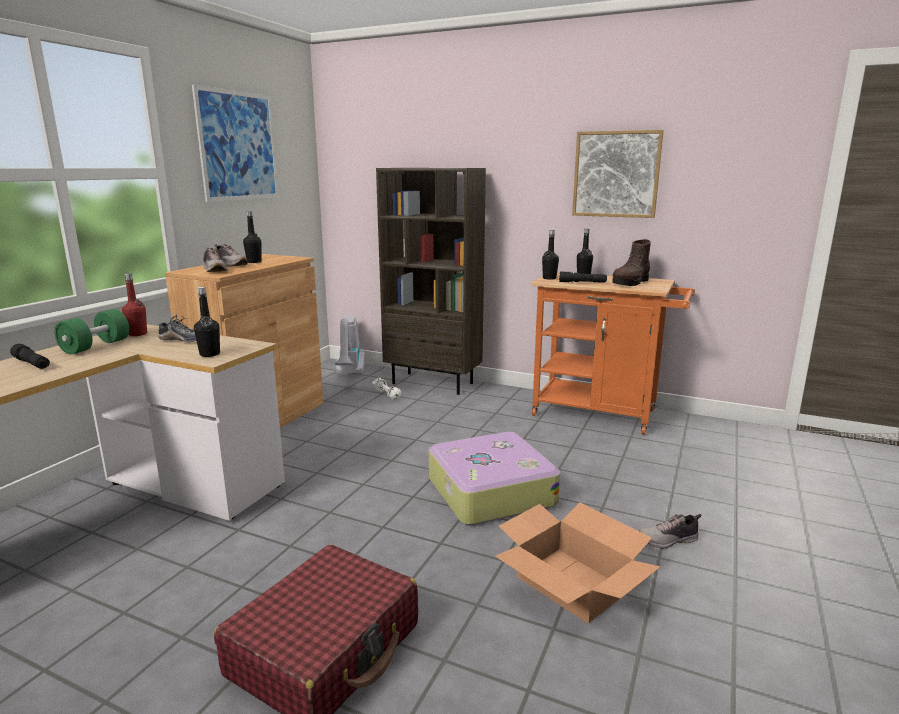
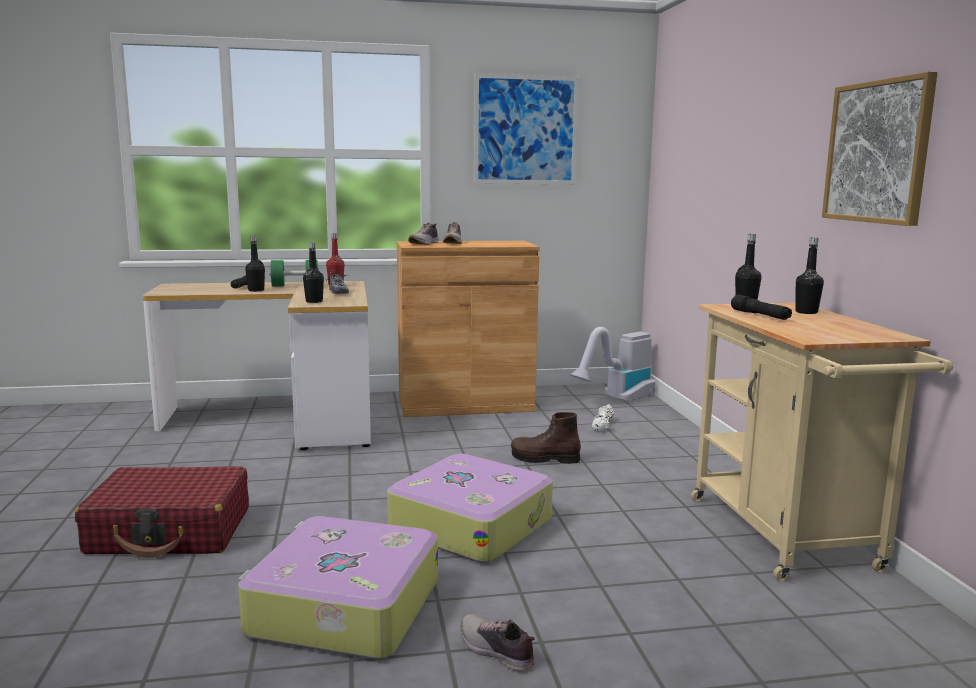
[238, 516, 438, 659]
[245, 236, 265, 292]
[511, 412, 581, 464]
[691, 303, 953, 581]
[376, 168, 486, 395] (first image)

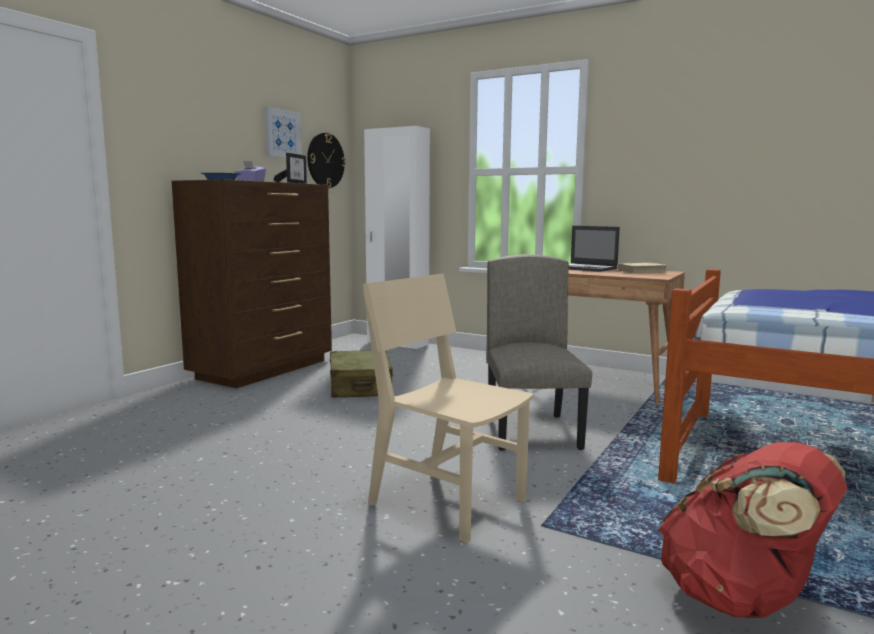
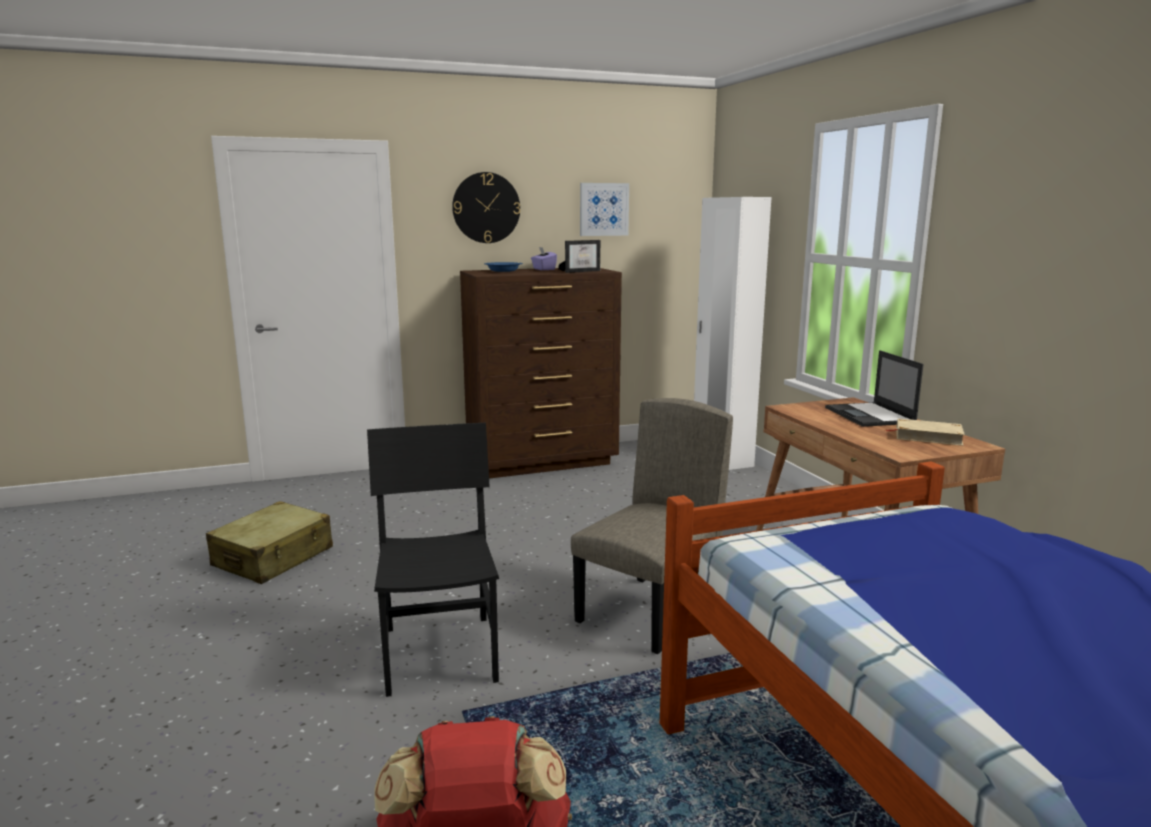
[206, 501, 333, 584]
[367, 423, 499, 697]
[452, 172, 520, 243]

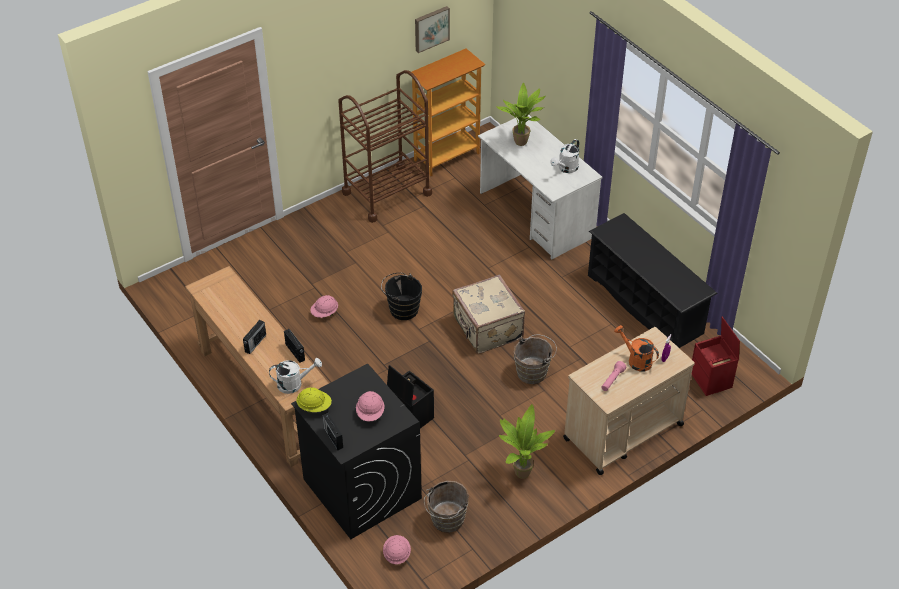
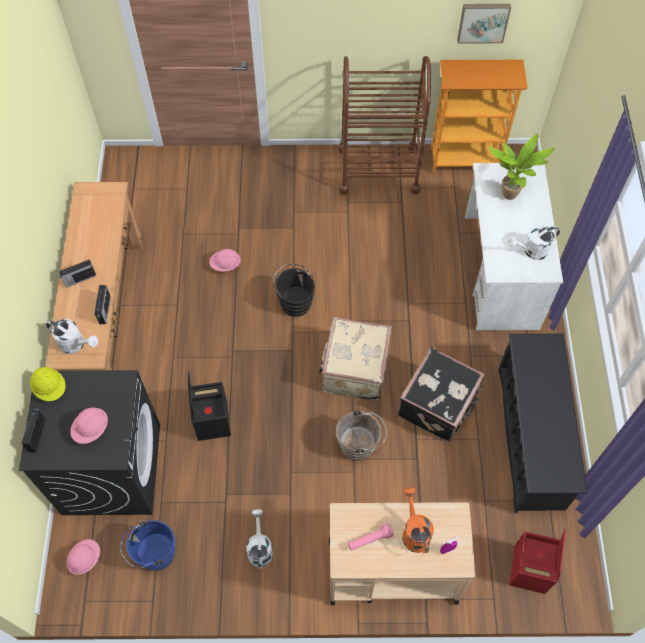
[120, 520, 176, 571]
[246, 509, 273, 569]
[398, 347, 485, 442]

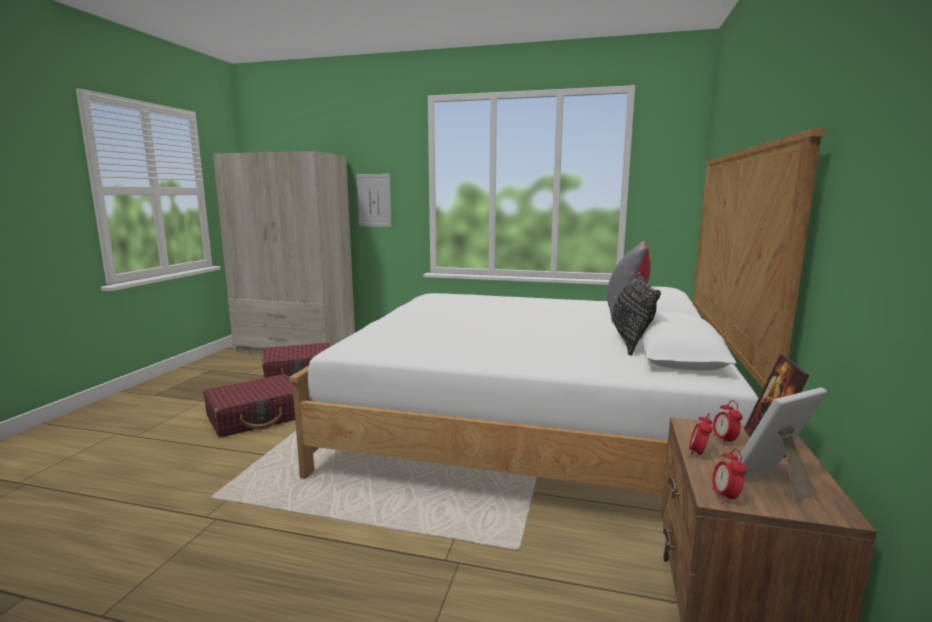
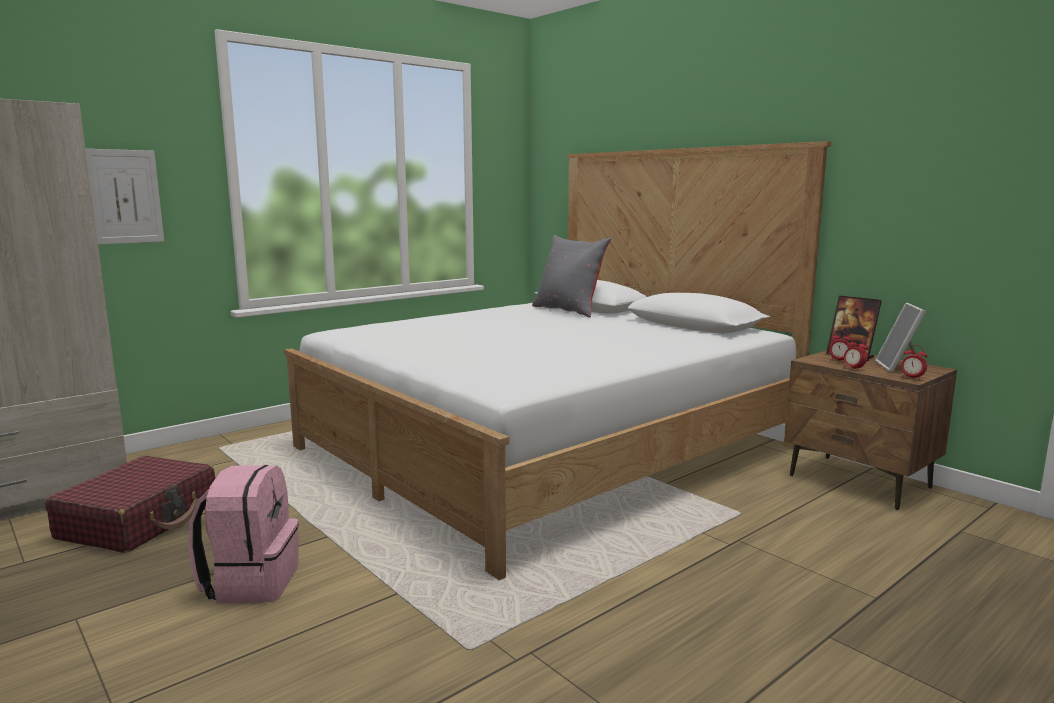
[188, 465, 299, 603]
[612, 272, 661, 356] (first image)

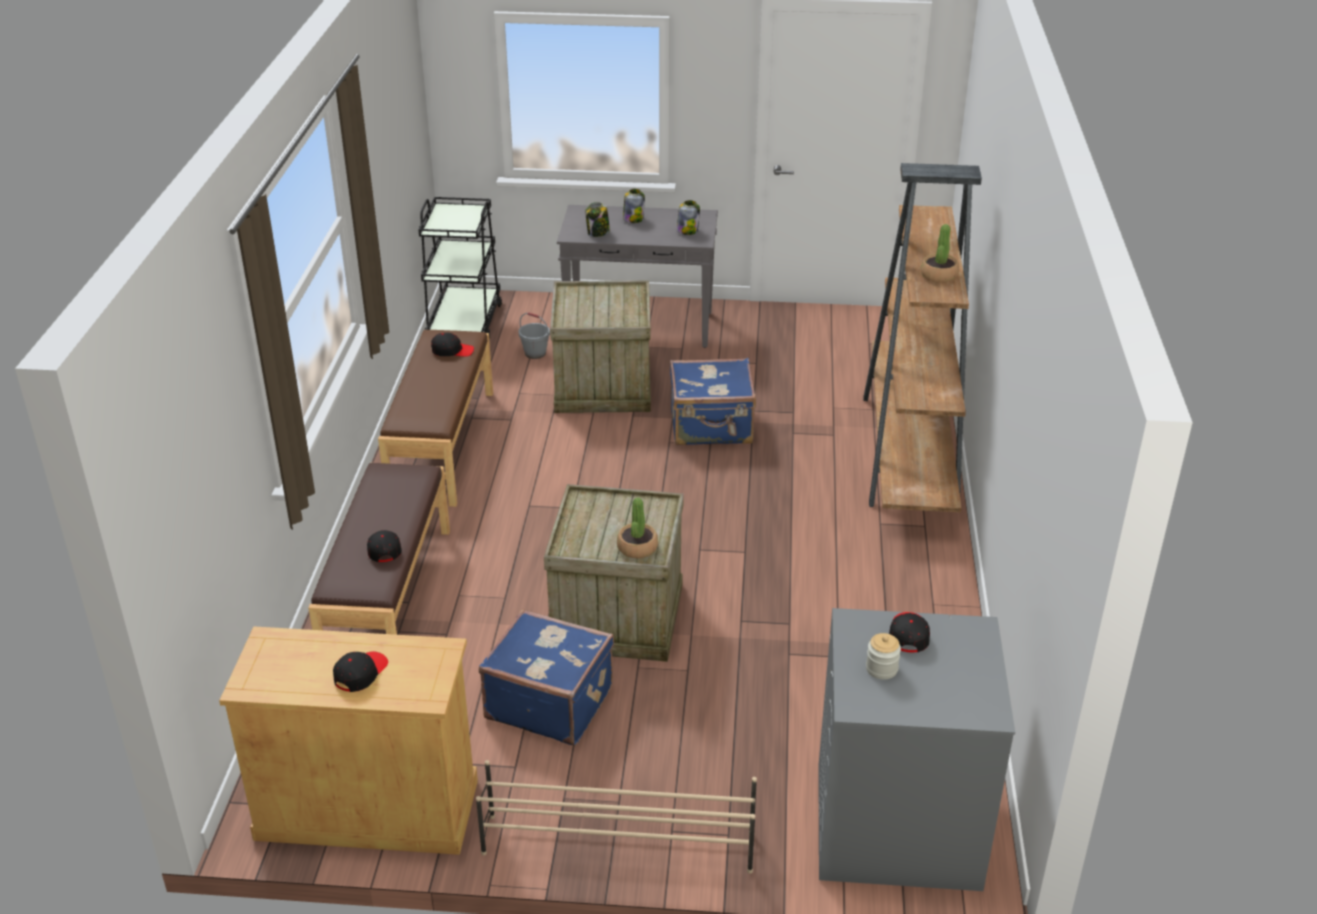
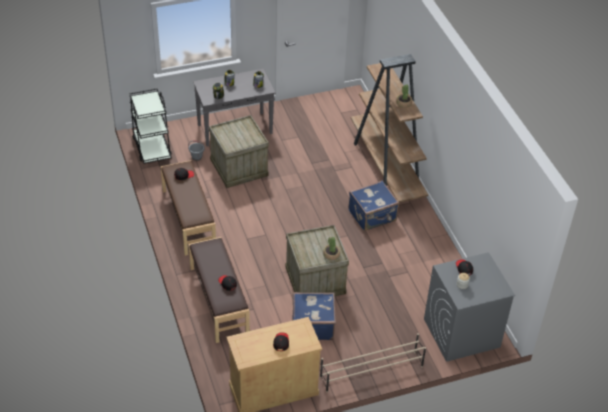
[348, 181, 399, 231]

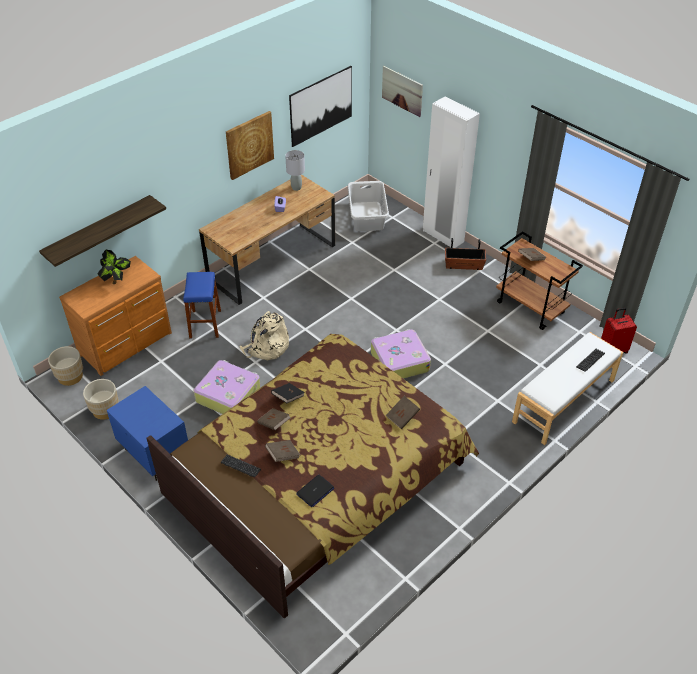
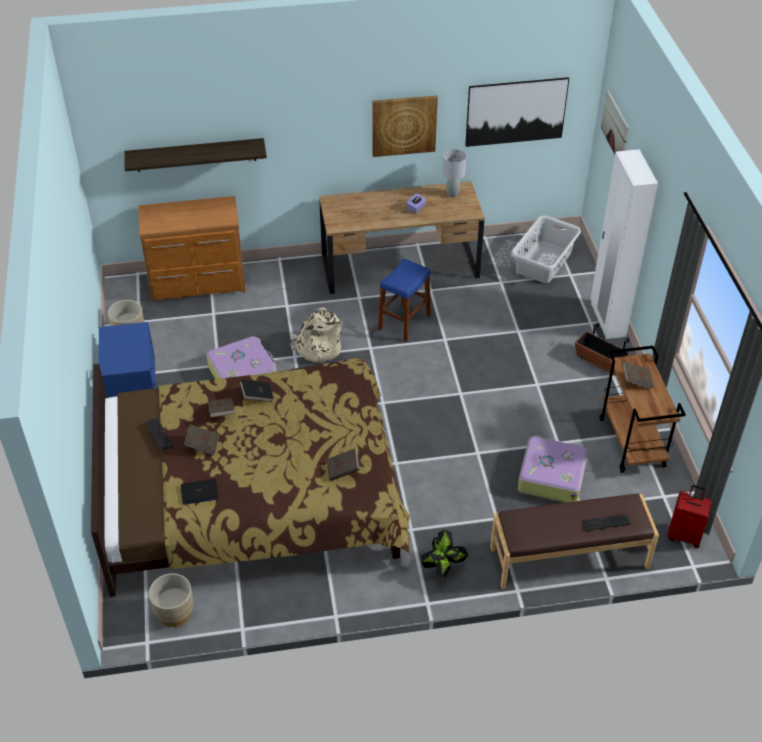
[149, 573, 193, 627]
[378, 258, 431, 342]
[421, 529, 469, 577]
[490, 493, 659, 589]
[518, 436, 588, 503]

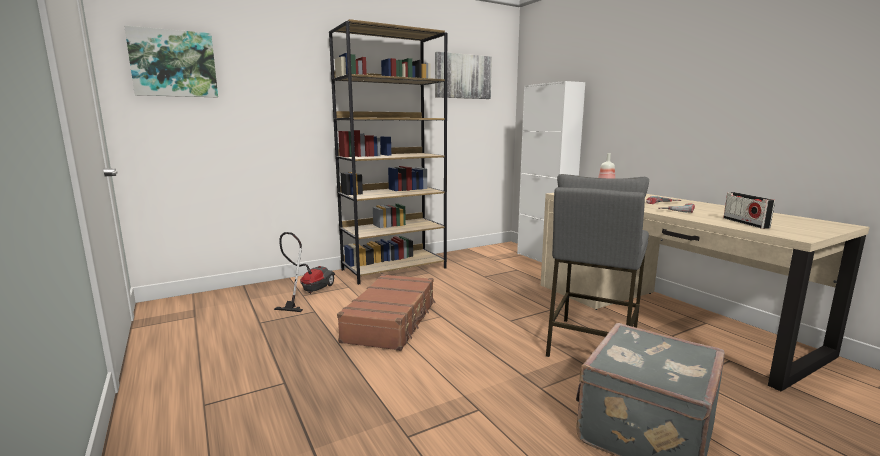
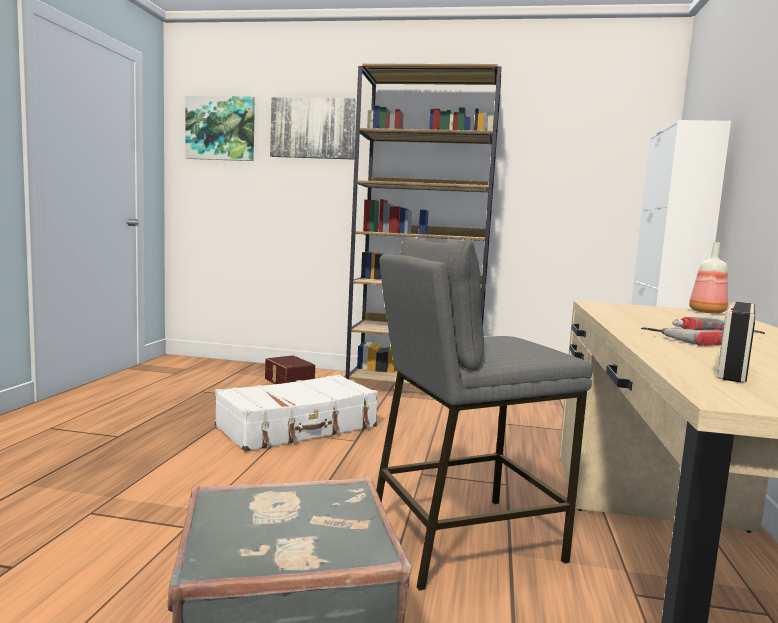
[215, 374, 378, 452]
[265, 355, 315, 384]
[270, 97, 357, 160]

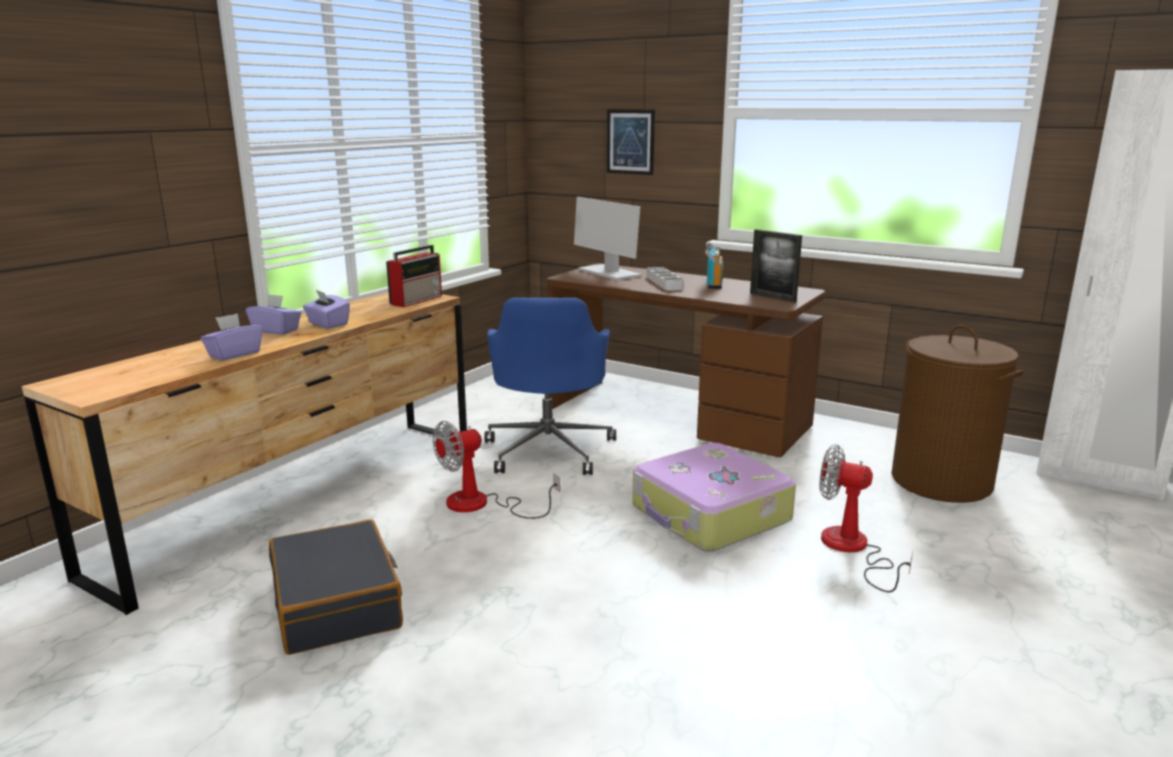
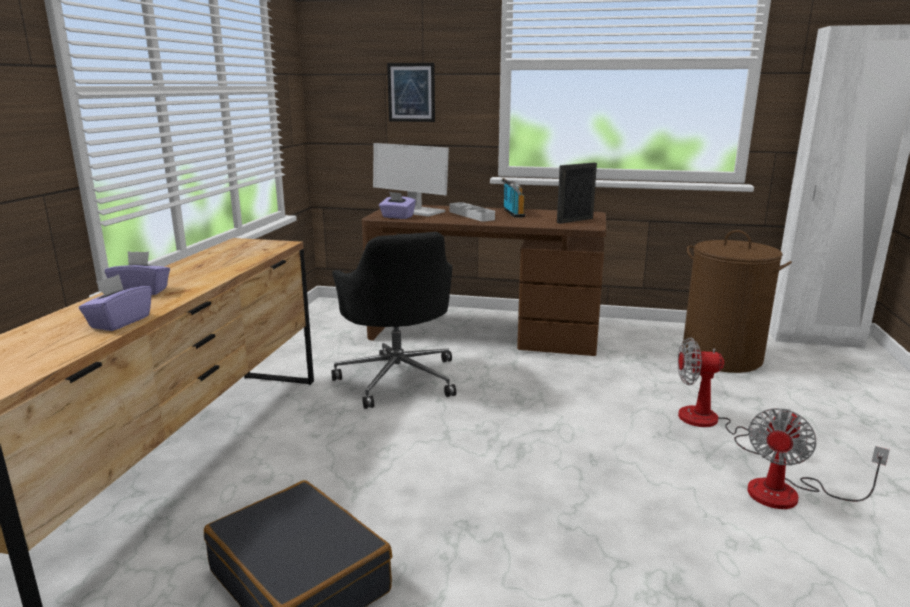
[331, 232, 456, 409]
[379, 192, 416, 219]
[557, 163, 597, 224]
[747, 408, 890, 509]
[386, 245, 442, 307] (first image)
[632, 443, 796, 551] (first image)

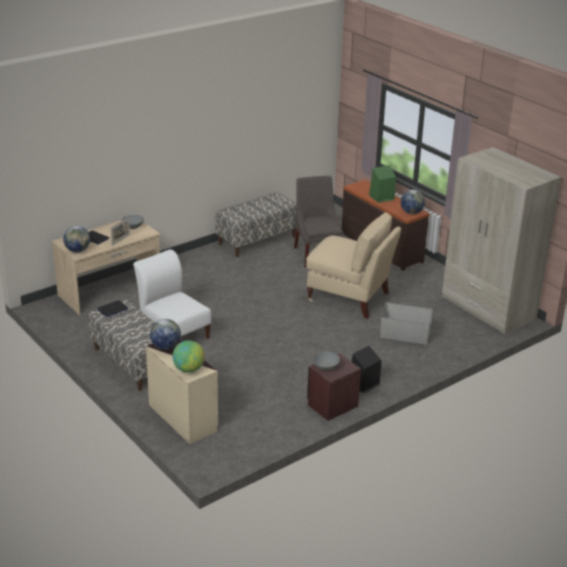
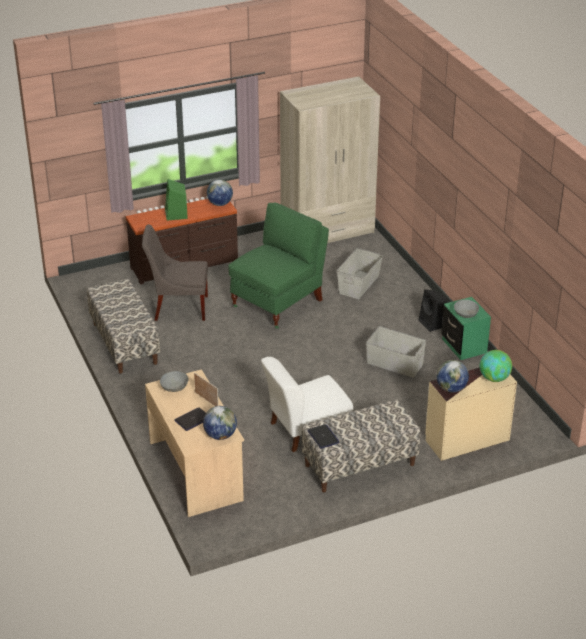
[228, 203, 329, 328]
[366, 326, 426, 378]
[442, 297, 491, 360]

